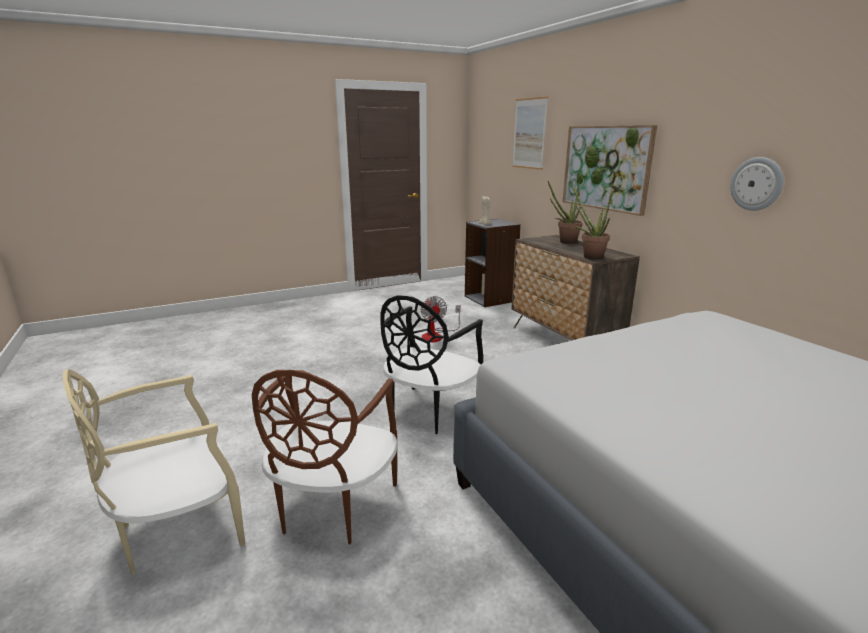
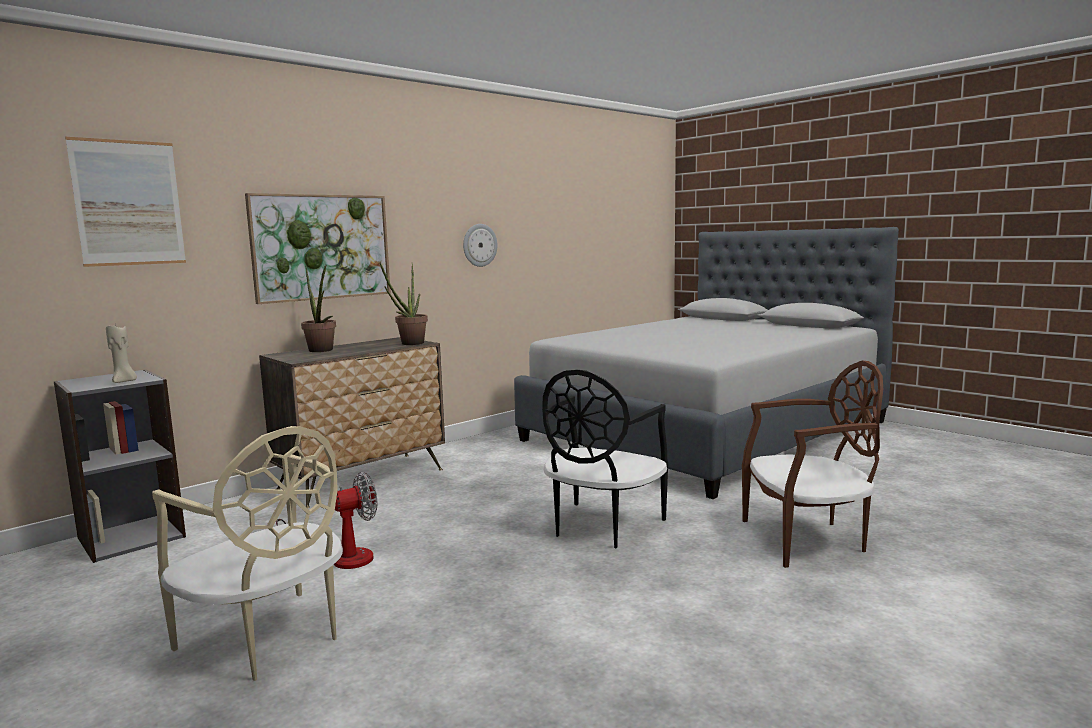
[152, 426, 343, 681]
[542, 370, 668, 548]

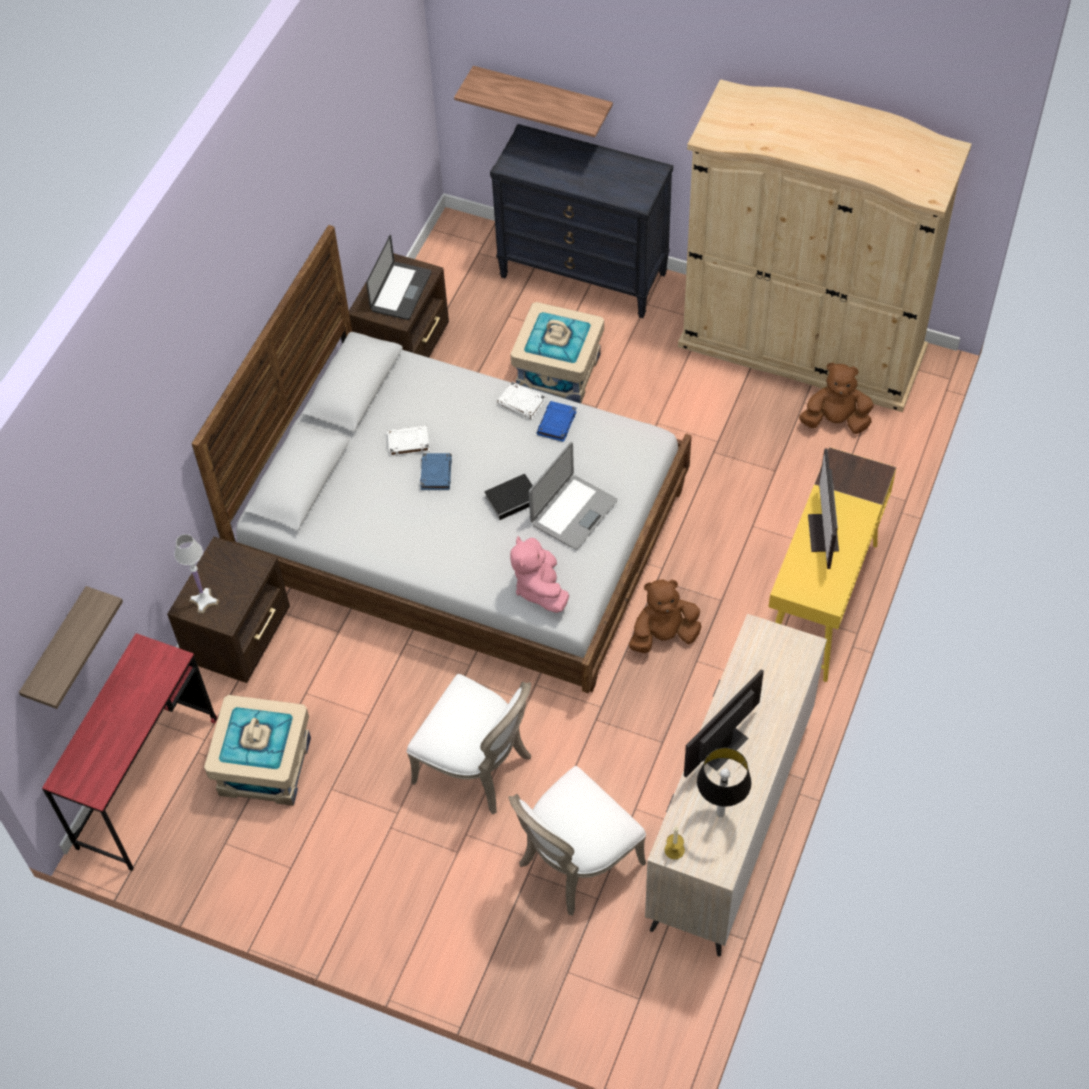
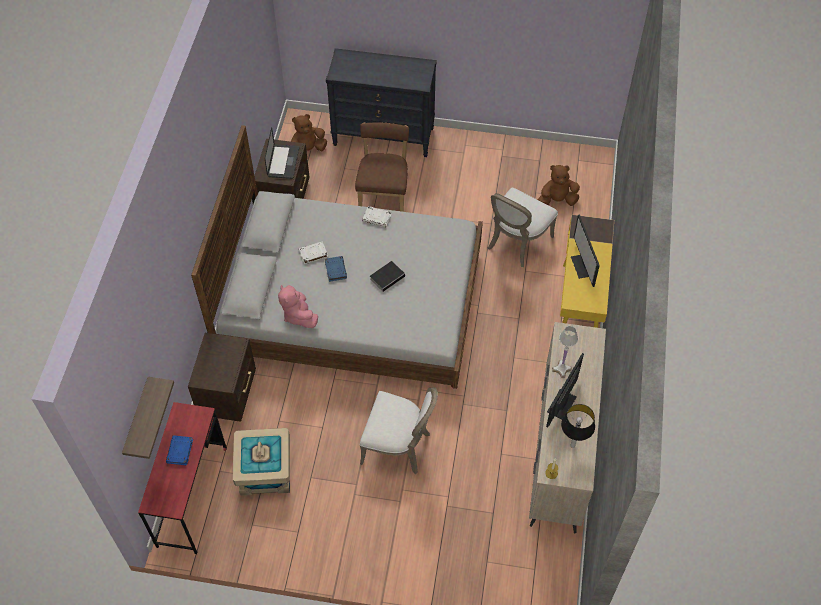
[166, 435, 193, 465]
[278, 285, 318, 328]
[291, 114, 327, 151]
[355, 122, 409, 212]
[488, 188, 558, 267]
[552, 326, 578, 378]
[454, 66, 613, 137] (first image)
[529, 442, 618, 549] (first image)
[678, 79, 972, 412] (first image)

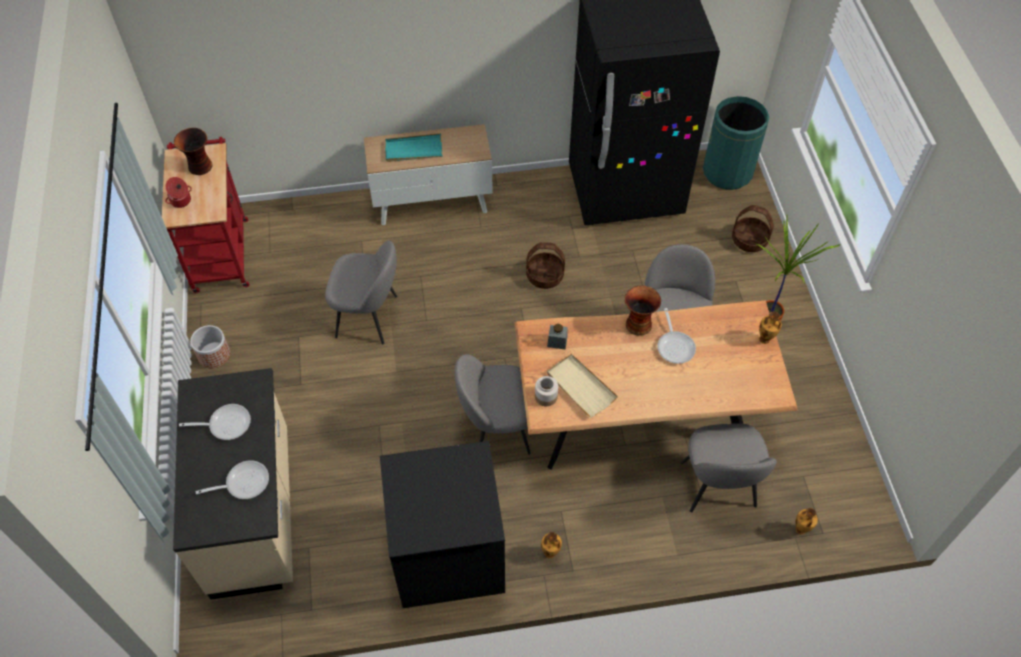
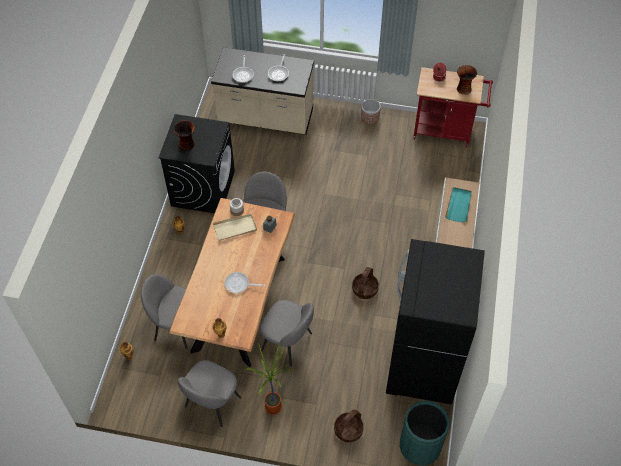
[174, 120, 195, 150]
[178, 360, 241, 427]

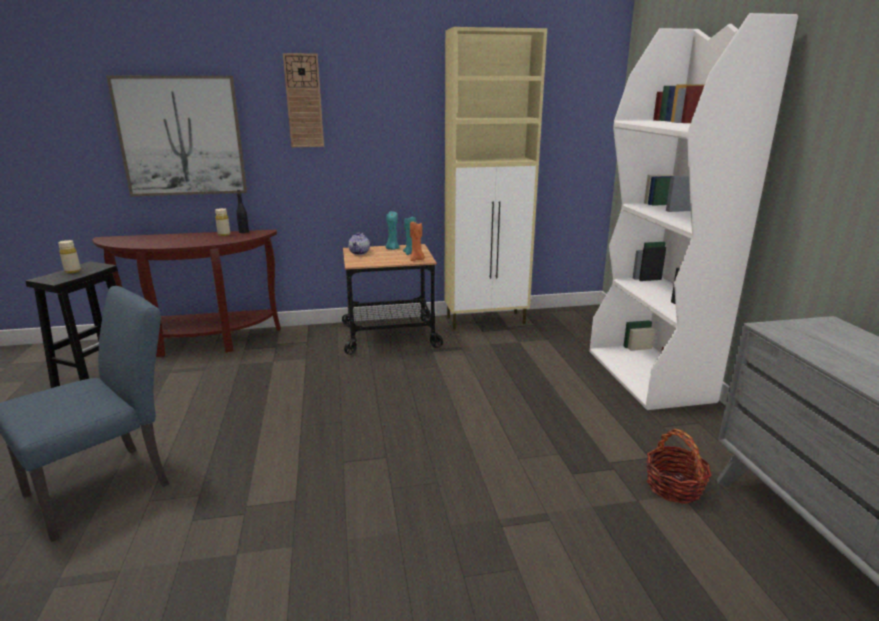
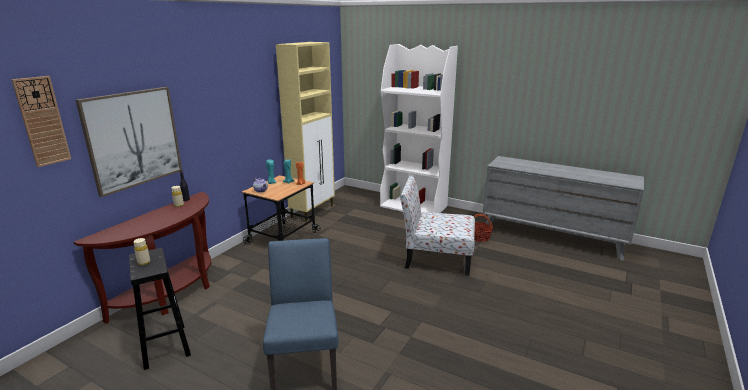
[11, 76, 71, 167]
[400, 175, 475, 276]

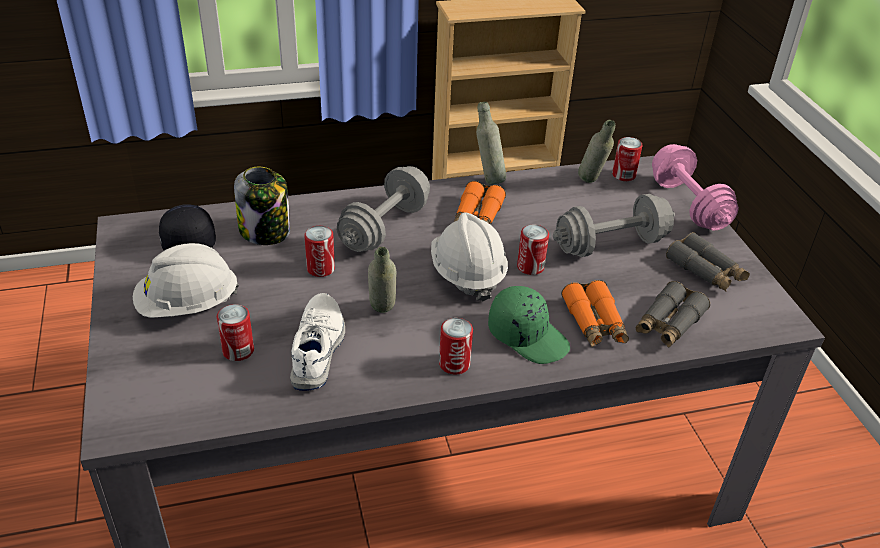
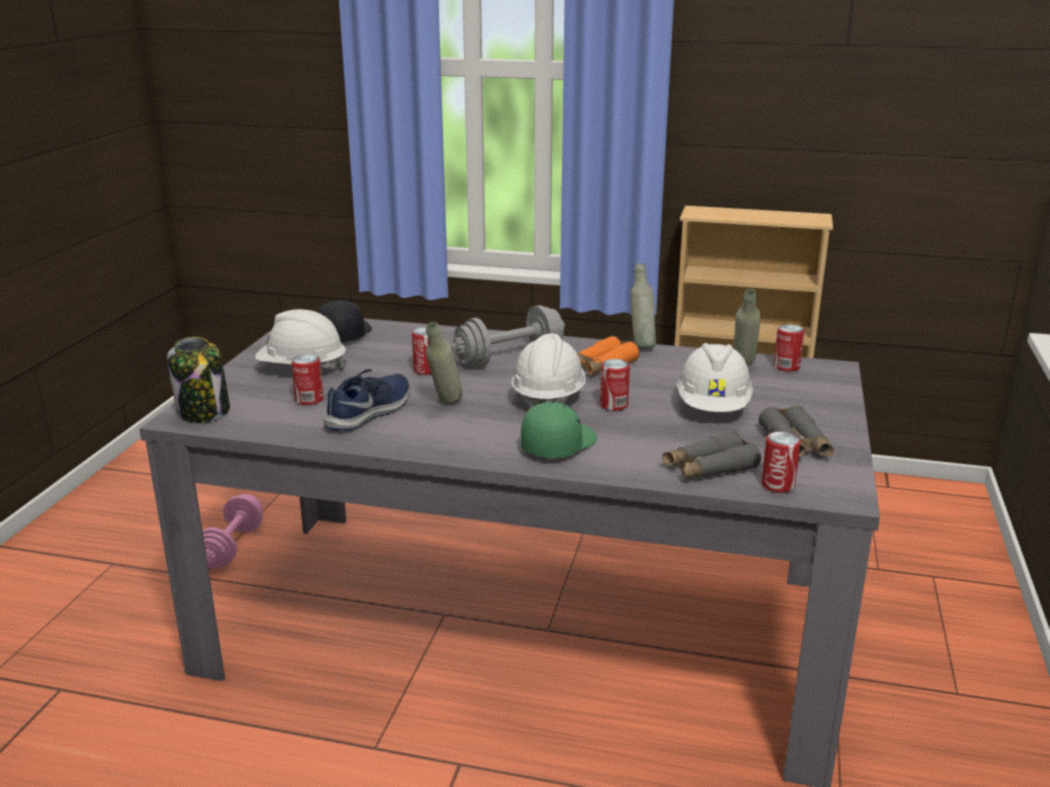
[167, 337, 230, 423]
[203, 494, 263, 568]
[323, 369, 410, 431]
[521, 402, 597, 459]
[677, 343, 753, 412]
[761, 431, 801, 493]
[561, 280, 629, 347] (first image)

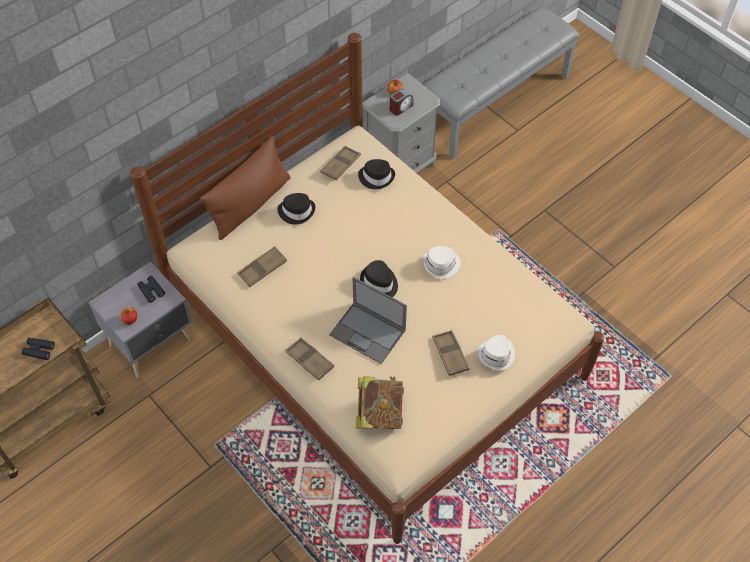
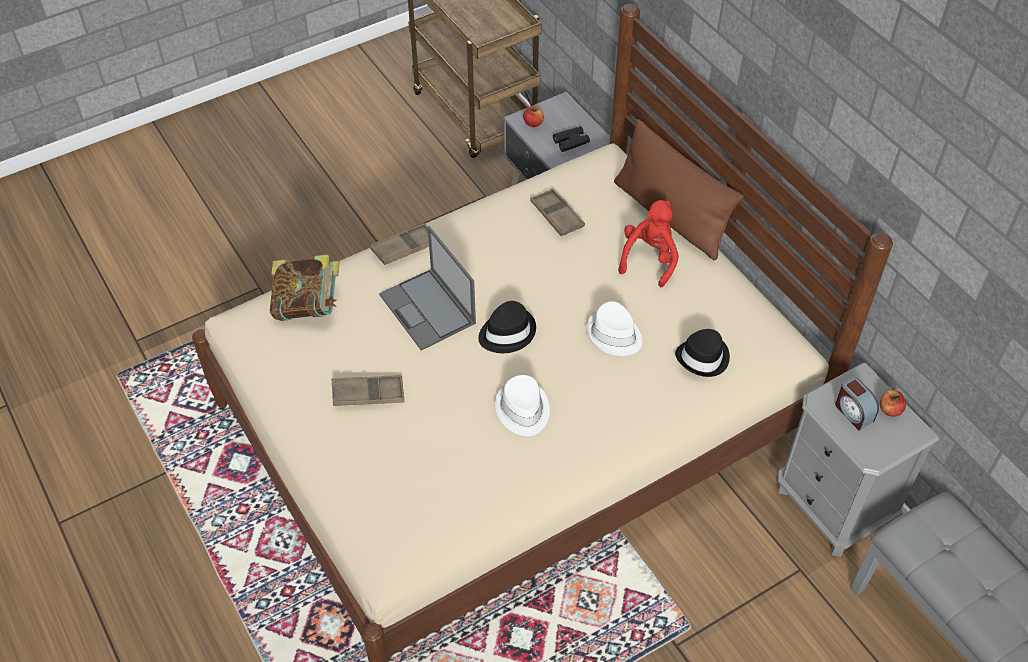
[379, 226, 476, 351]
[587, 301, 642, 356]
[618, 200, 679, 287]
[22, 338, 55, 360] (first image)
[320, 146, 361, 180] (first image)

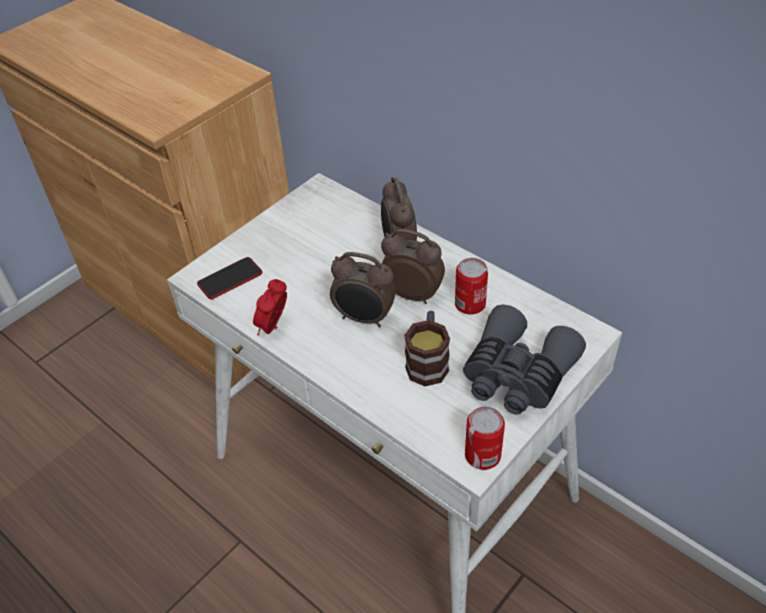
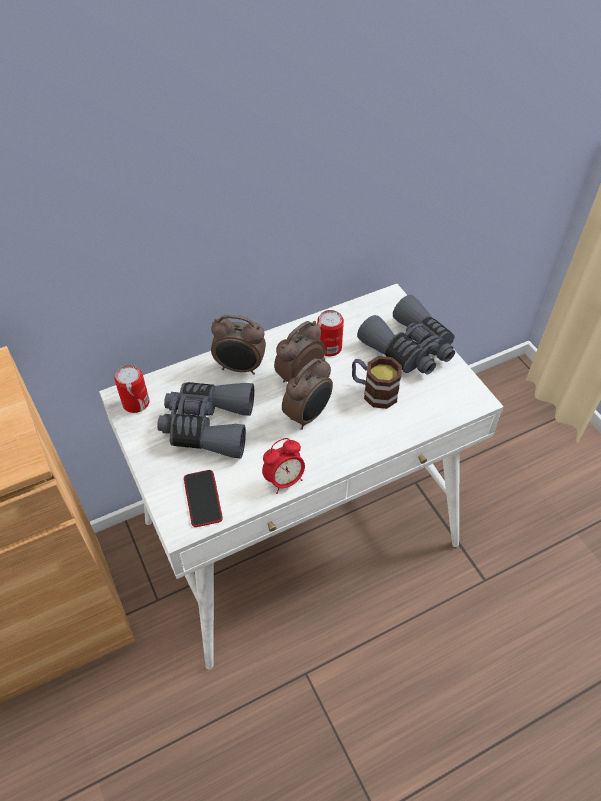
[114, 365, 150, 413]
[157, 382, 254, 458]
[262, 438, 305, 494]

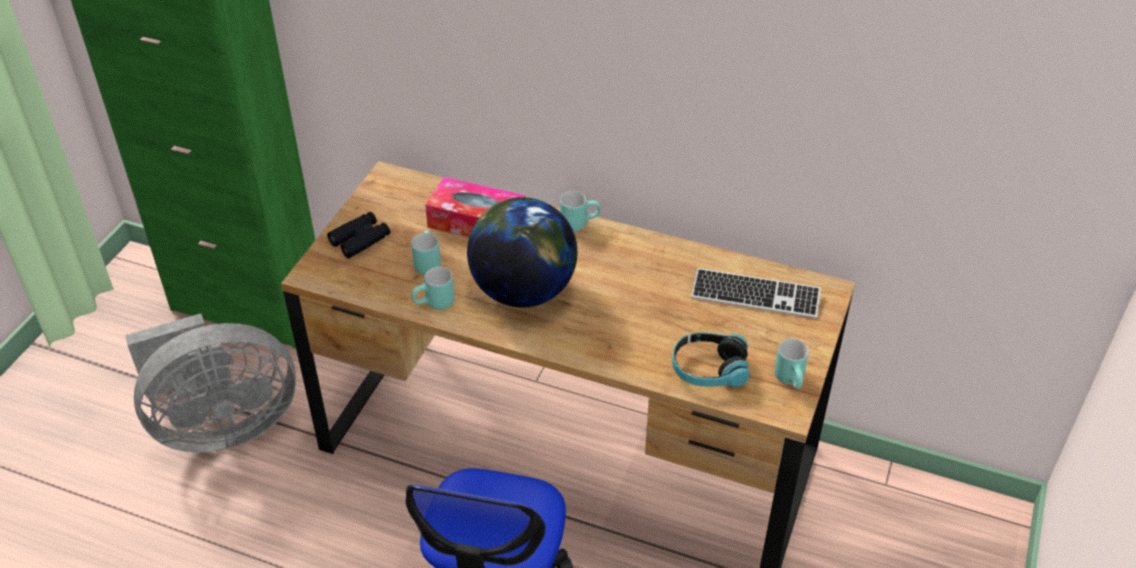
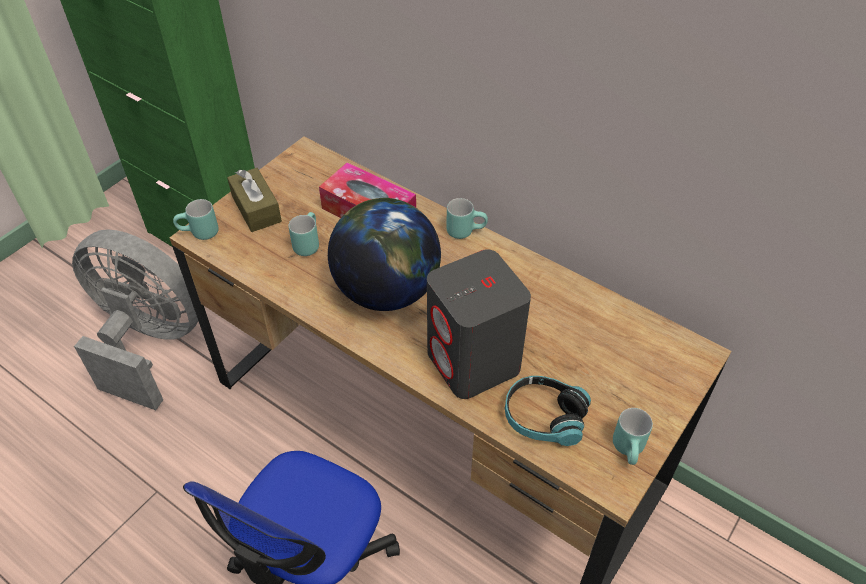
[72, 229, 198, 410]
[173, 199, 219, 240]
[227, 168, 282, 232]
[427, 249, 531, 399]
[691, 268, 821, 318] (first image)

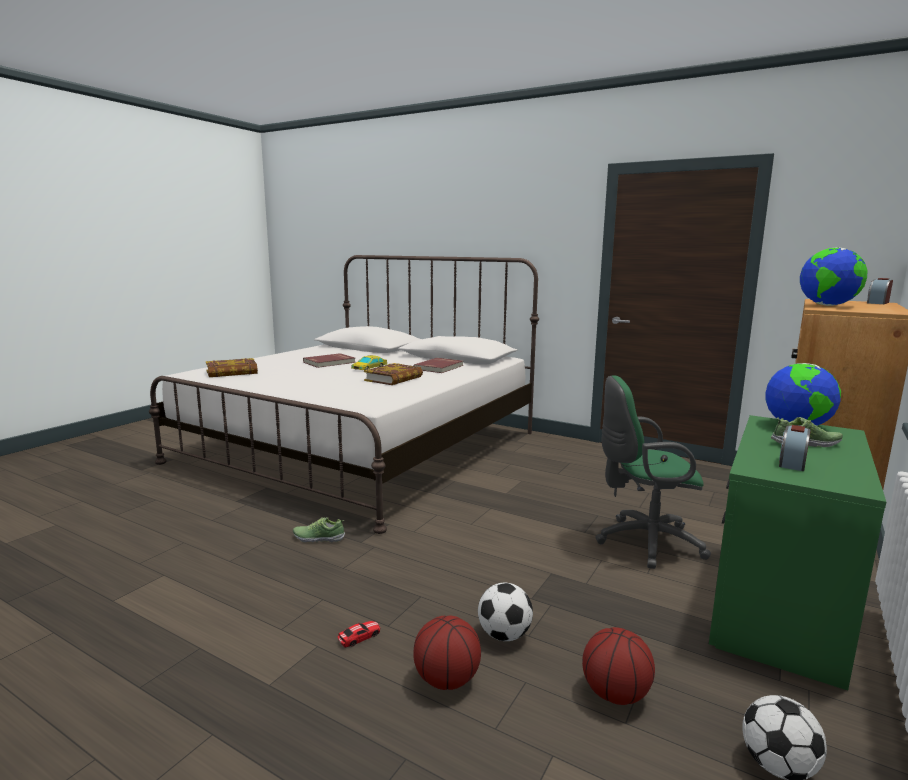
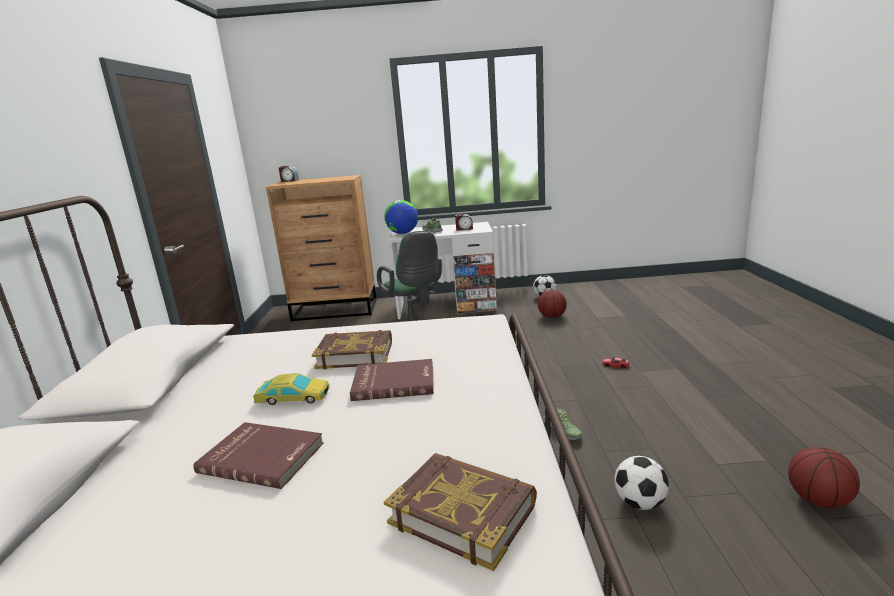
[350, 359, 434, 401]
[388, 222, 497, 319]
[614, 456, 669, 510]
[788, 447, 860, 508]
[800, 247, 868, 306] (first image)

